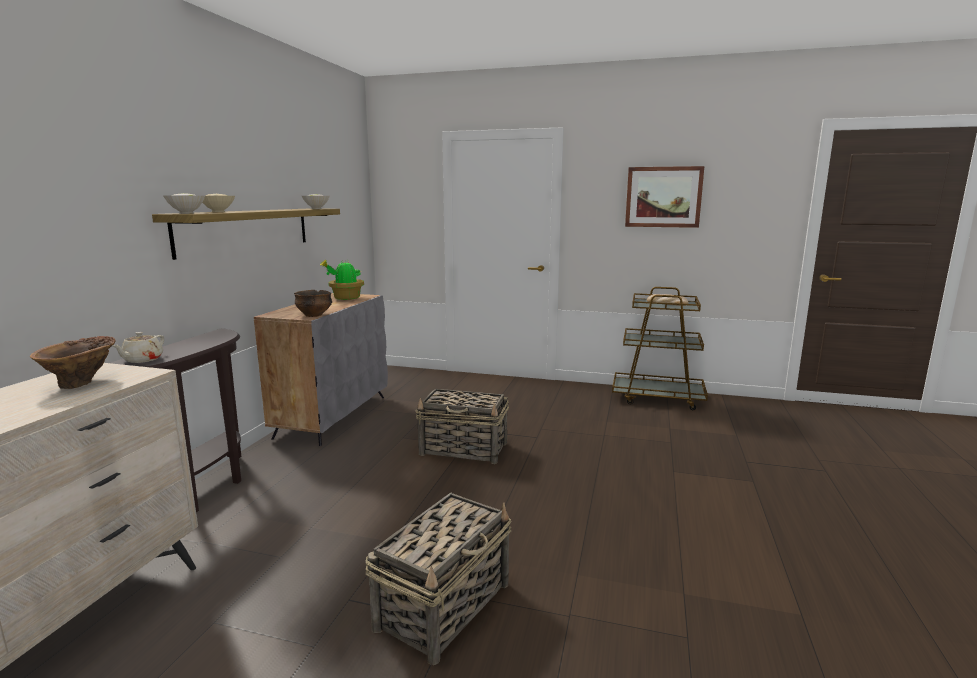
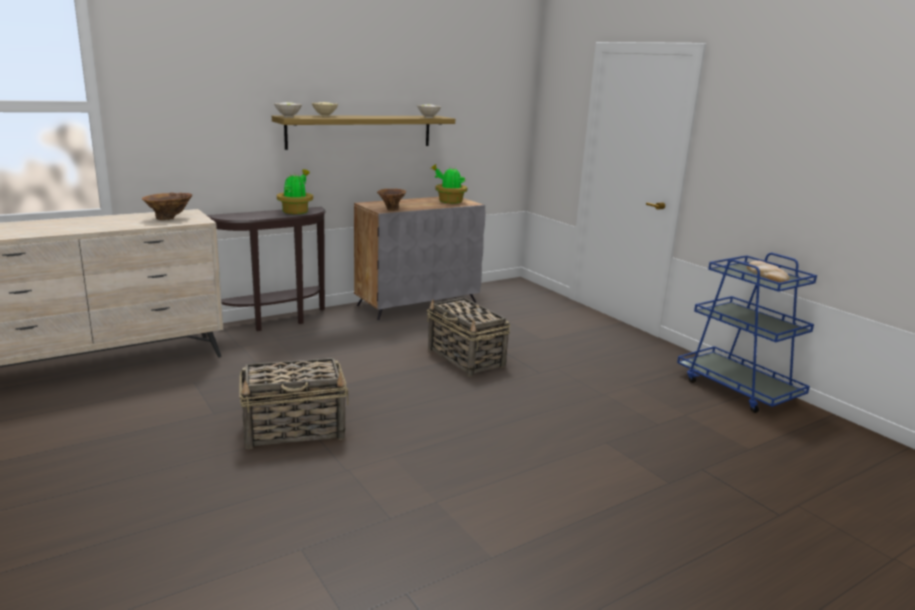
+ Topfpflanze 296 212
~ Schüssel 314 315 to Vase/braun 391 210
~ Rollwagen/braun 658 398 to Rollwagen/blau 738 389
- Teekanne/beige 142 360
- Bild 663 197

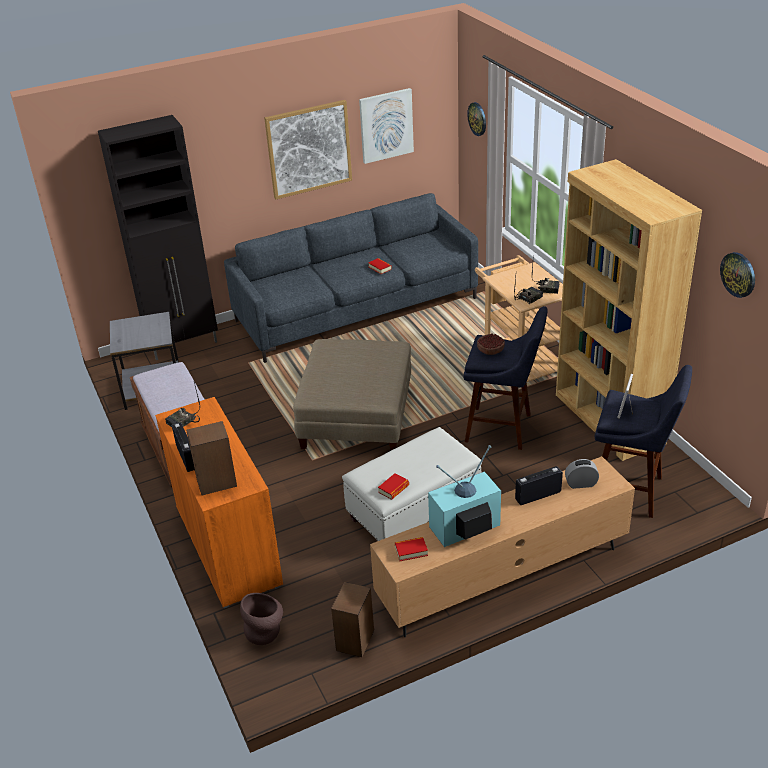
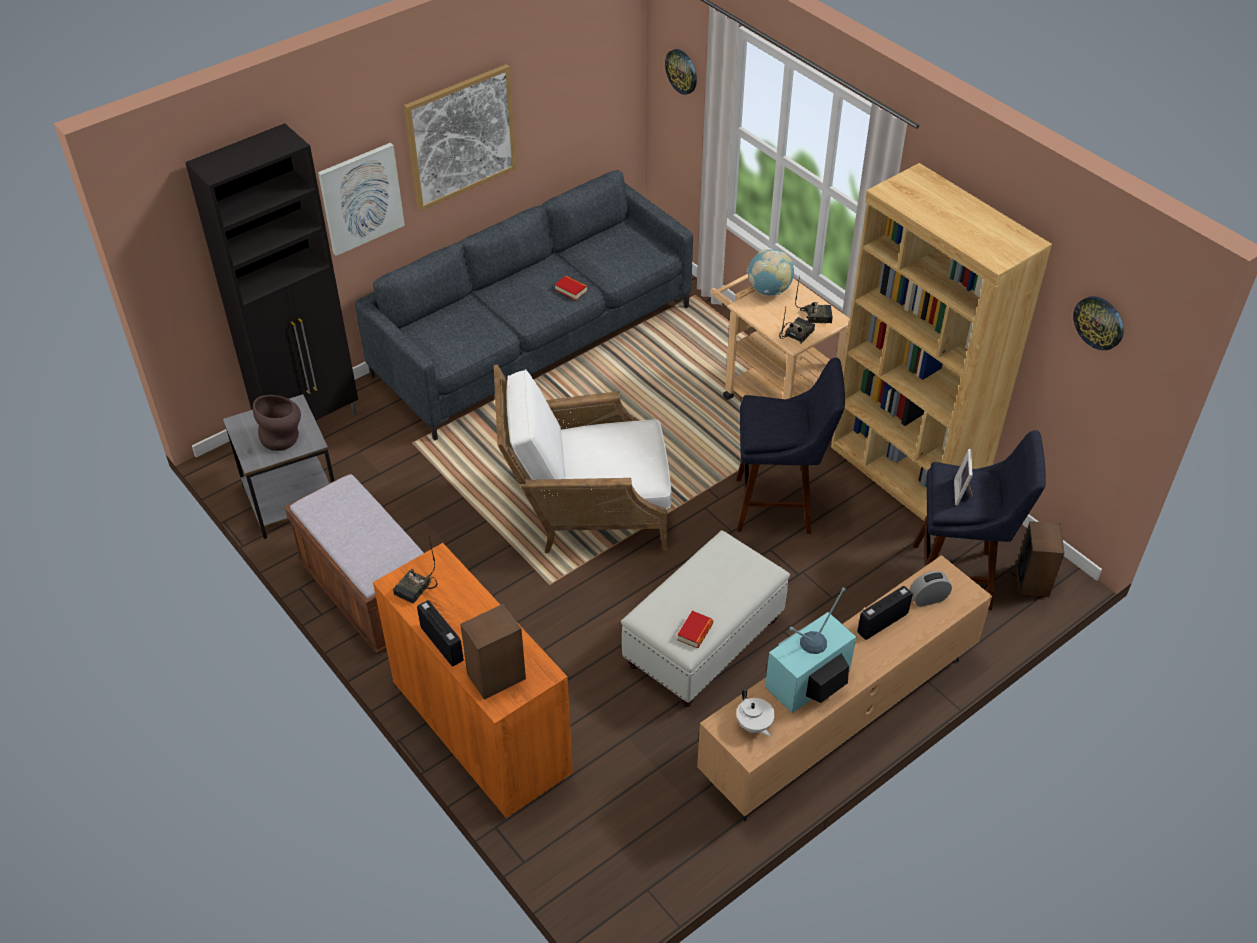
~ Vase/braun 265 632 to 283 438
~ Bild 386 125 to 361 198
~ Polsterhocker/beige 356 416 to Sessel/weiß 586 510
~ Buch 411 551 to Teekanne/weiß 754 725
+ Globus 769 290
~ Lautsprecher 355 640 to 1032 581
- Schüssel 491 350

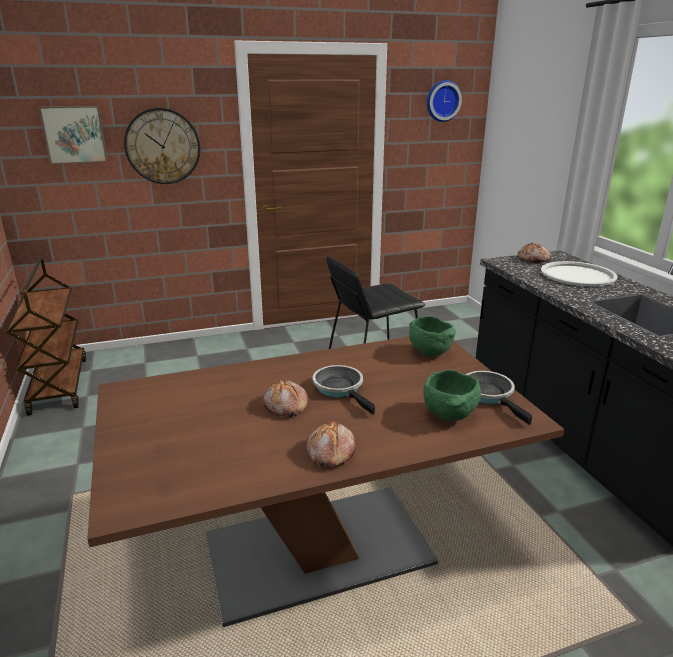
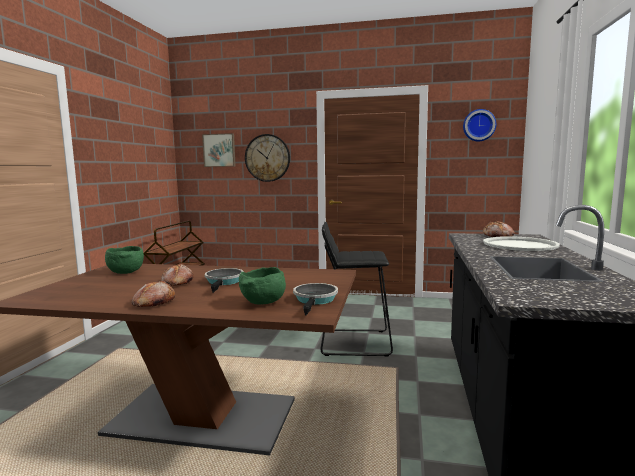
~ Schüssel/grün 428 352 to 125 272

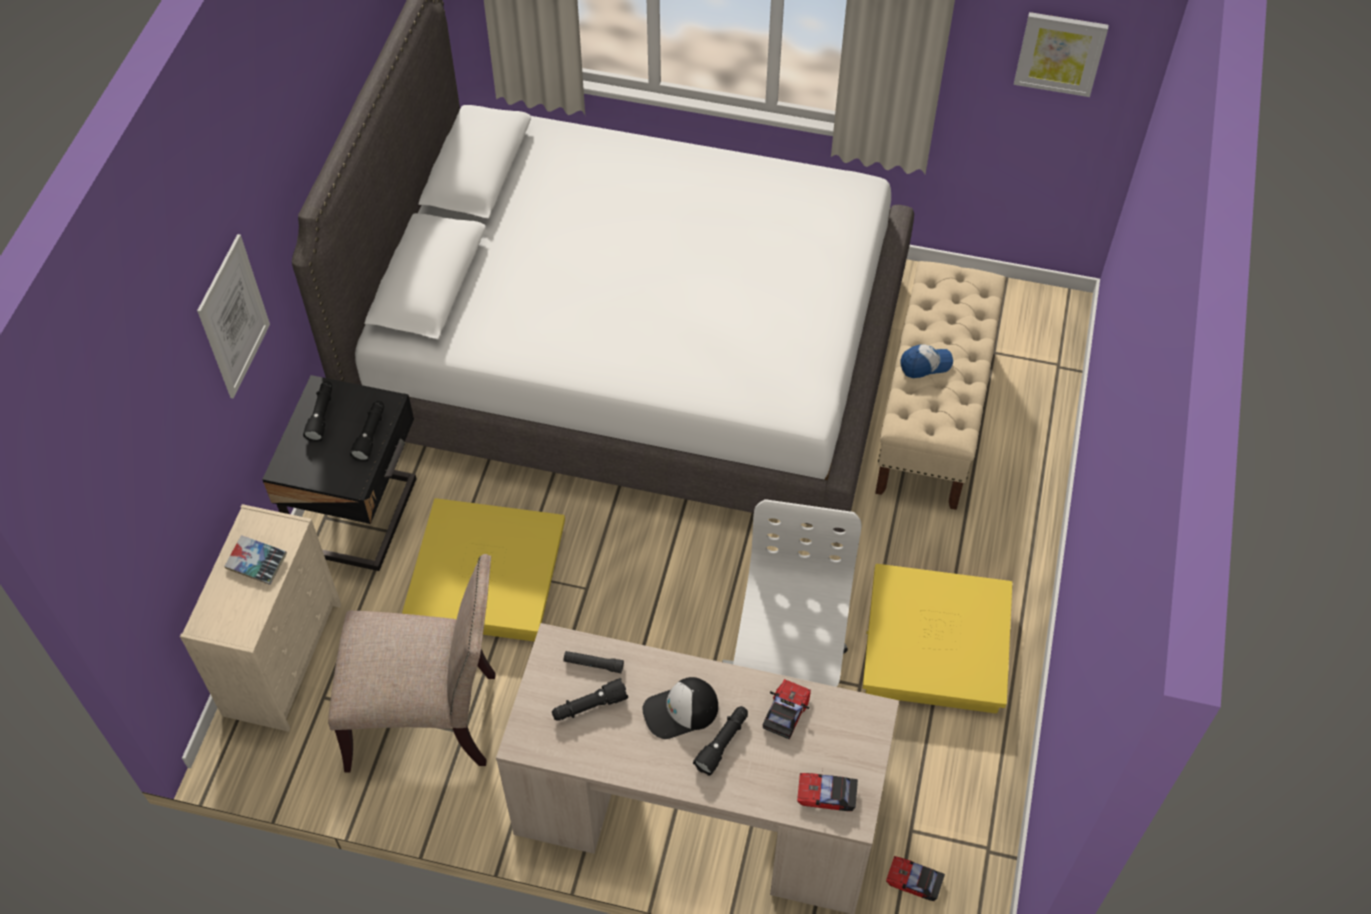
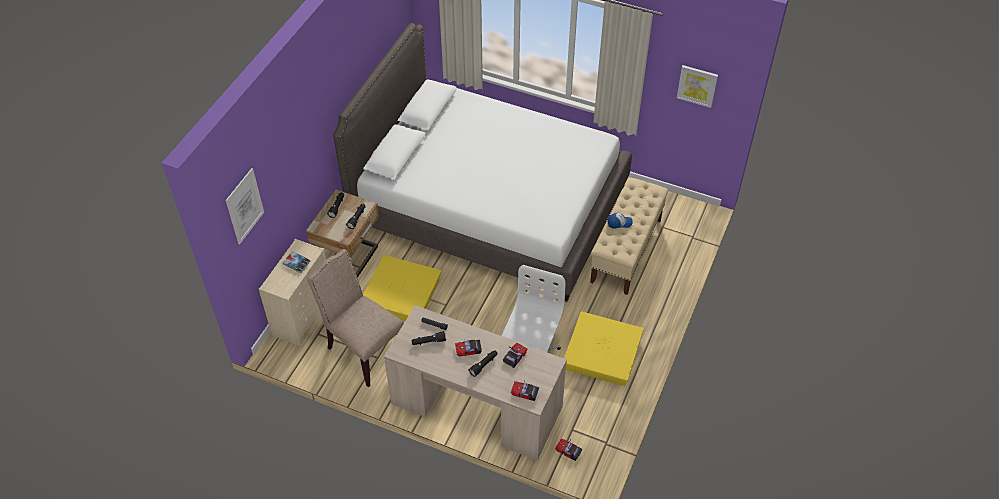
~ Bild 233 317 to 245 206
~ Nachttisch/schwarz 361 516 to Nachttisch/beige 350 259
~ Stuhl/beige 430 717 = 363 349 150 degrees counterclockwise
~ Kappe 680 711 to Spielzeugauto 468 349

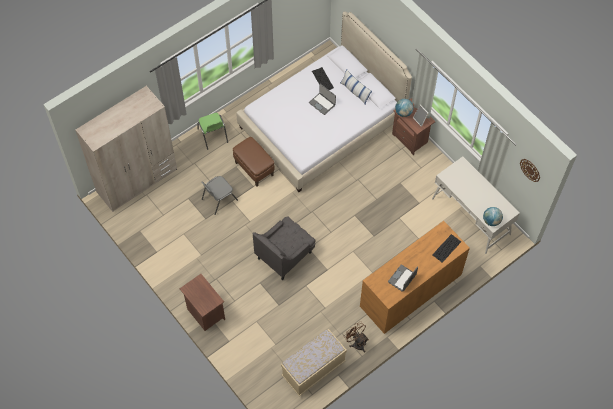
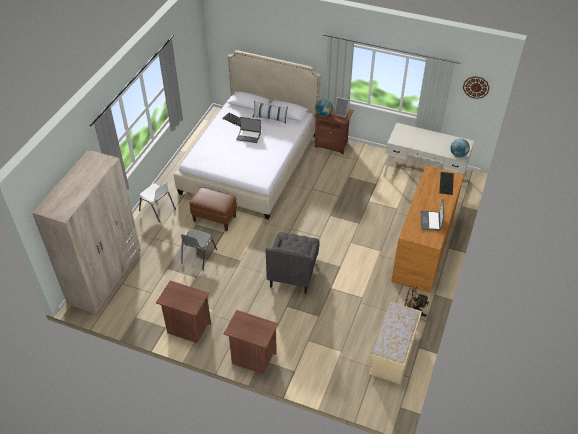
~ Stuhl/grün 213 136 to Stuhl/weiß 158 210
+ Nachttisch/braun 187 328

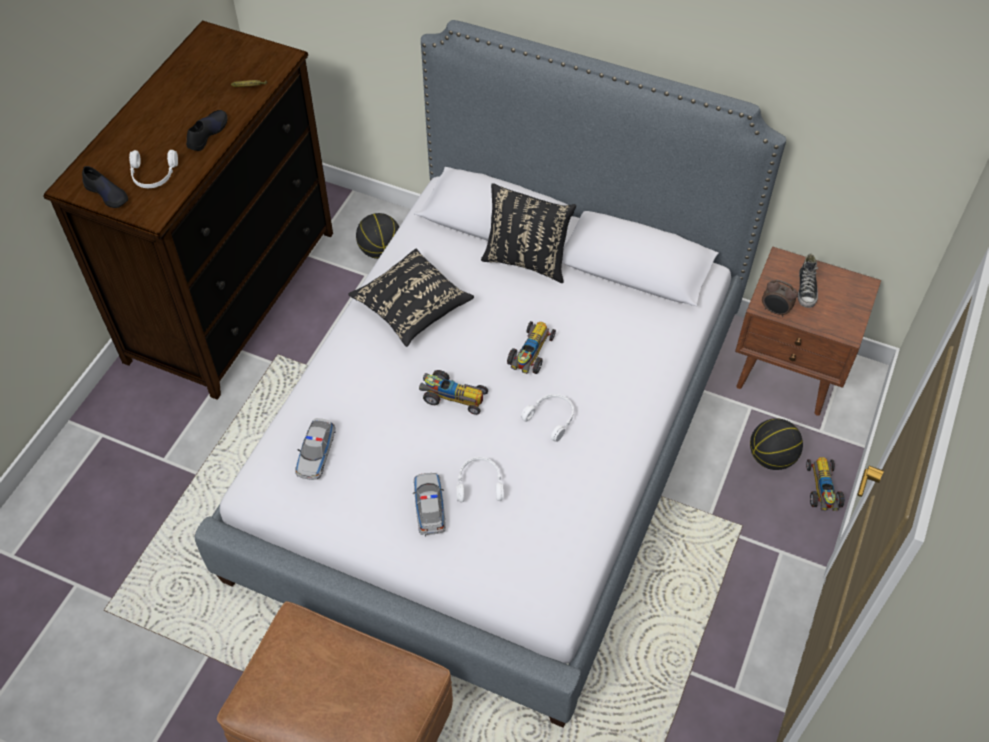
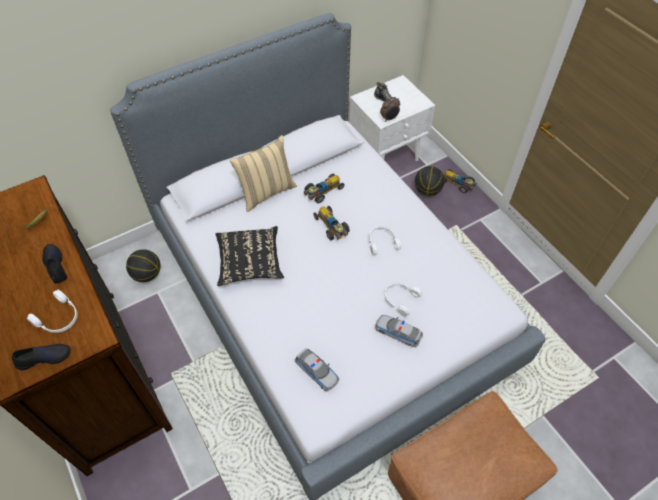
~ Kissen/schwarz 527 260 to Kissen/beige 266 192
~ Spielzeugauto 452 396 to 323 191
~ Nachttisch/braun 789 373 to Nachttisch/weiß 387 155

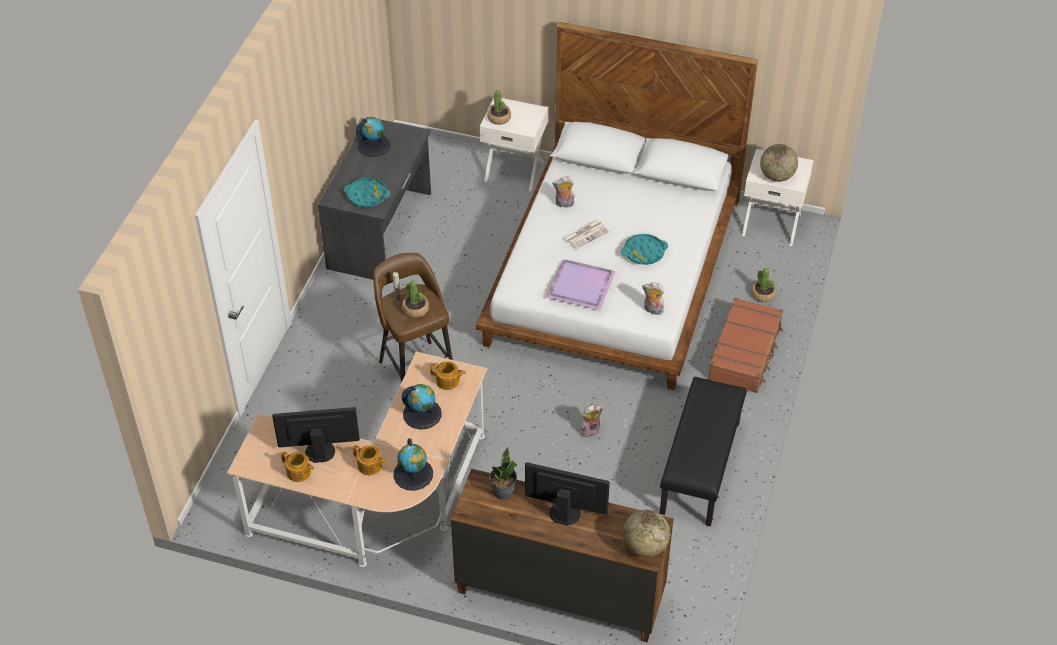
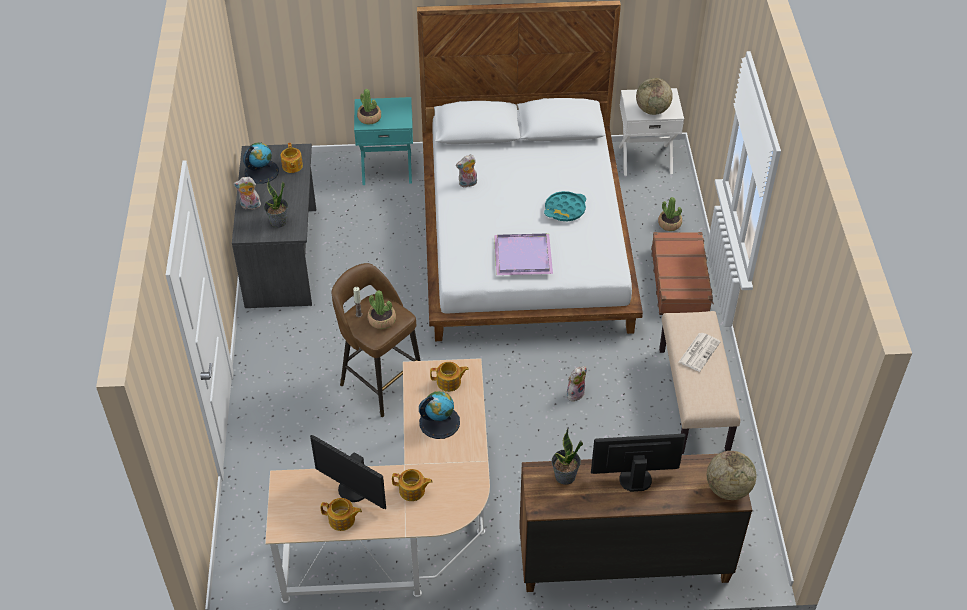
~ Plüschtier 652 310 to 250 206
~ Tablett/türkis 367 195 to Topfpflanze 278 222
+ Teekanne 292 166
~ Monitor 320 450 = 353 490 120 degrees counterclockwise
~ Nachttisch/weiß 514 170 to Nachttisch/türkis 387 168
~ Bank/schwarz 701 468 to Bank/beige 694 399
~ Zeitung 586 234 to 699 351
- Globus 413 474

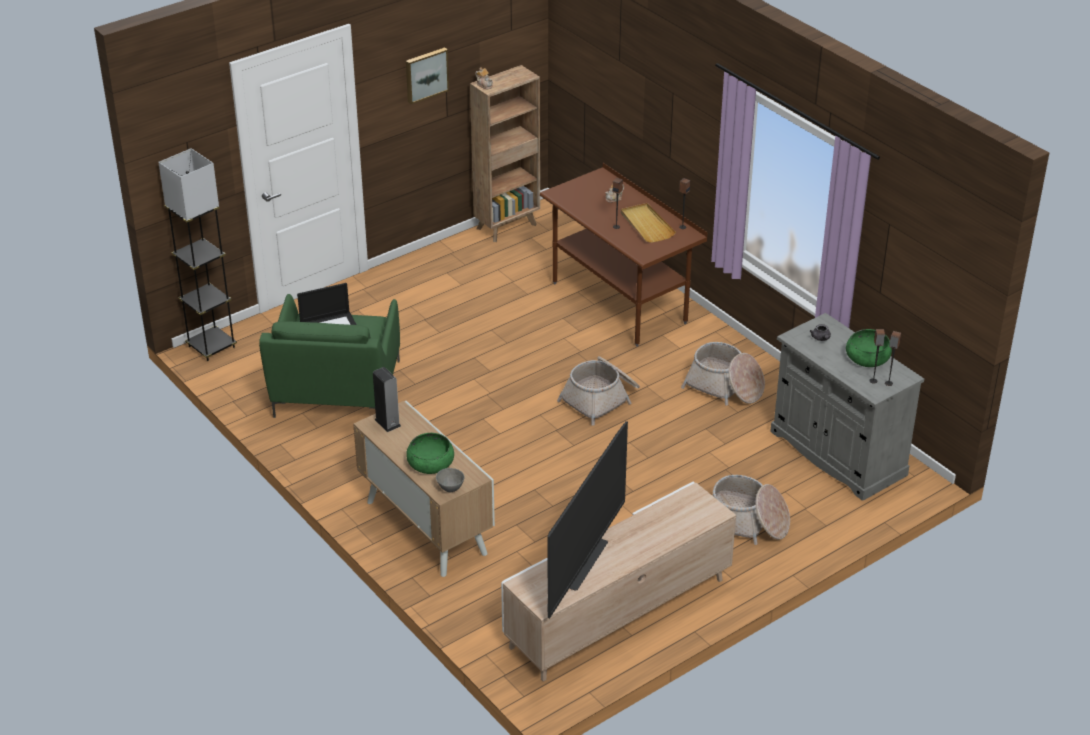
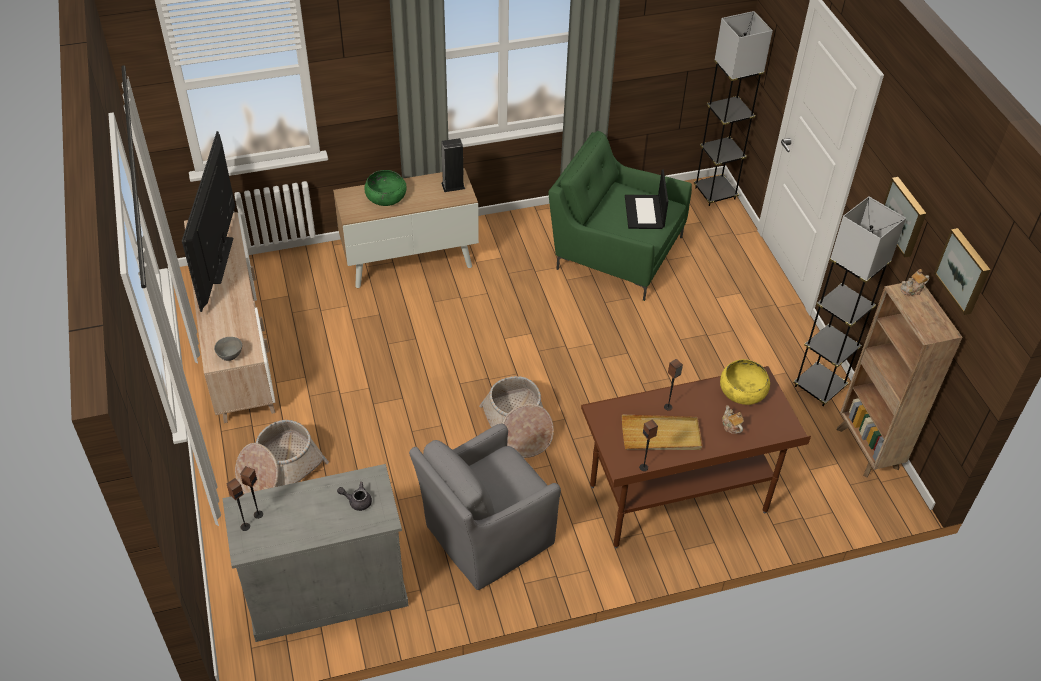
~ Fernseher 585 564 = 220 260 45 degrees clockwise
~ Schüssel/grau 450 489 to 230 356
~ Korb 724 387 to Sessel/grau 485 537
+ Schüssel/gelb 742 391
+ Stehlampe/grau 819 387
+ Bild 964 271
- Schüssel/grün 867 358

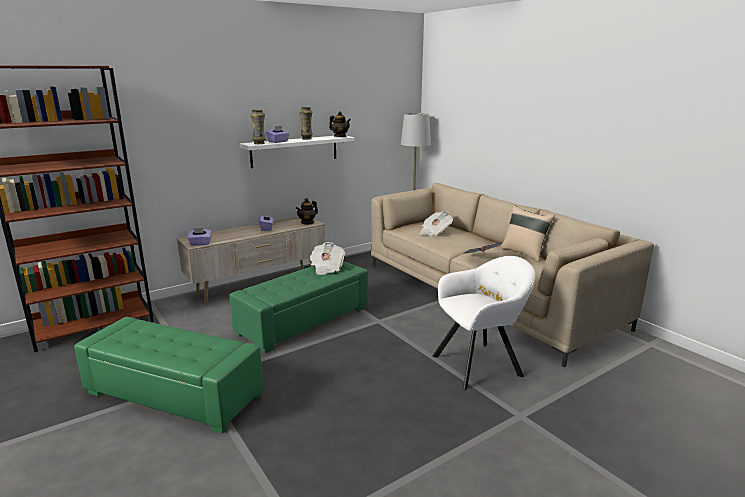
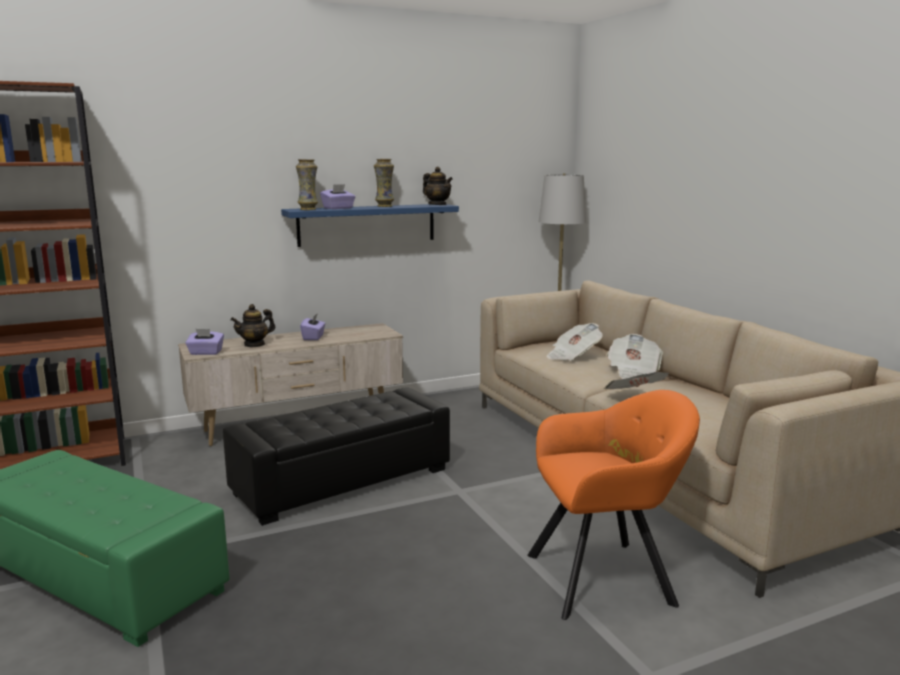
~ Polsterhocker/grün 304 320 to Polsterhocker/schwarz 342 481
~ Teekanne 307 222 to 254 344
~ Wandregal/weiß 294 151 to Wandregal/blau 367 224
~ Sessel/weiß 480 364 to Sessel/orange 607 578
~ Zeitung 327 268 to 633 372
- Kissen/beige 524 253

